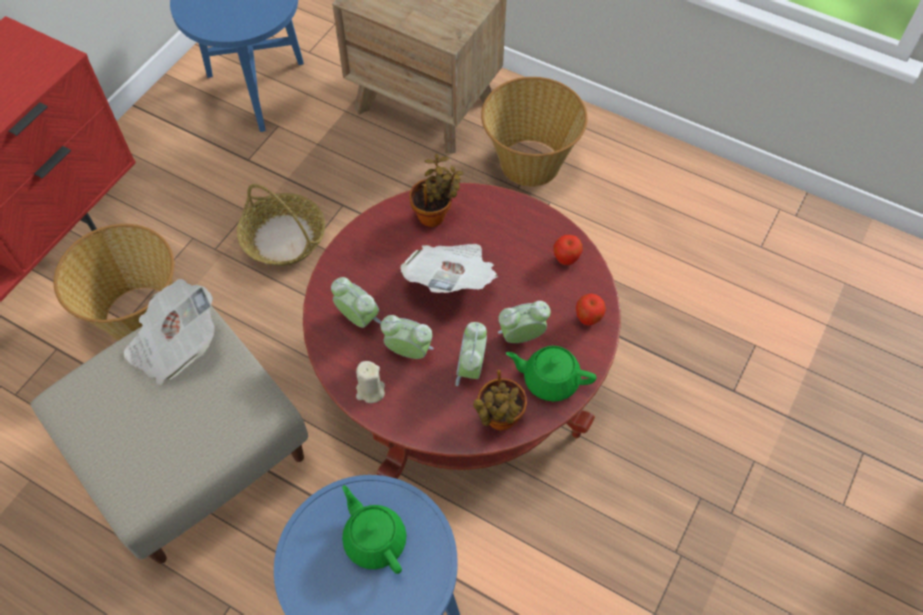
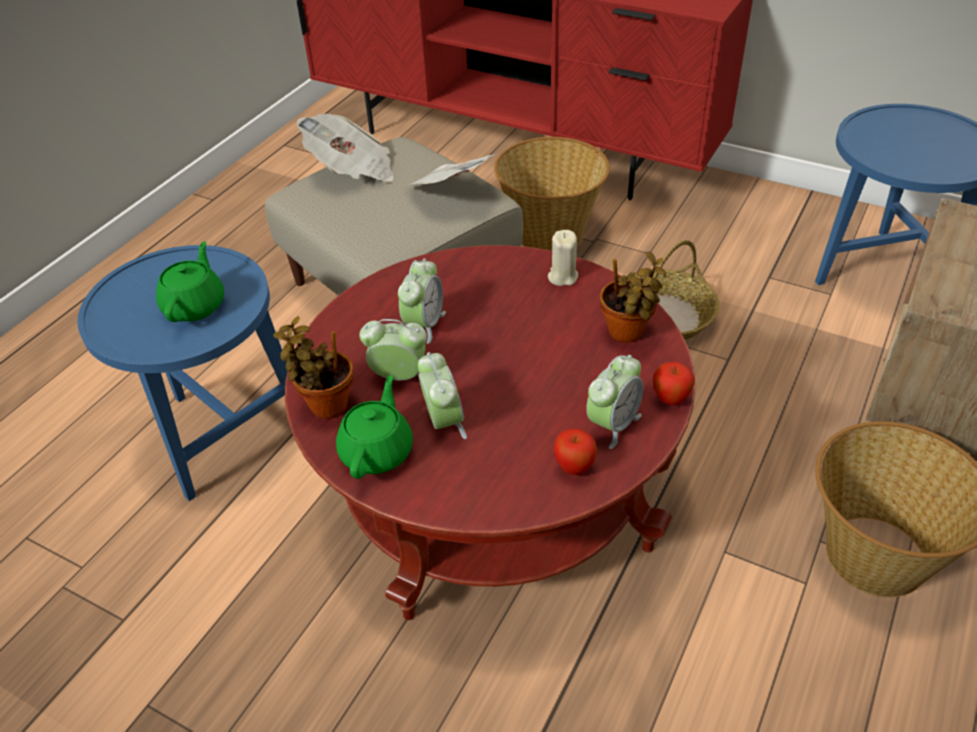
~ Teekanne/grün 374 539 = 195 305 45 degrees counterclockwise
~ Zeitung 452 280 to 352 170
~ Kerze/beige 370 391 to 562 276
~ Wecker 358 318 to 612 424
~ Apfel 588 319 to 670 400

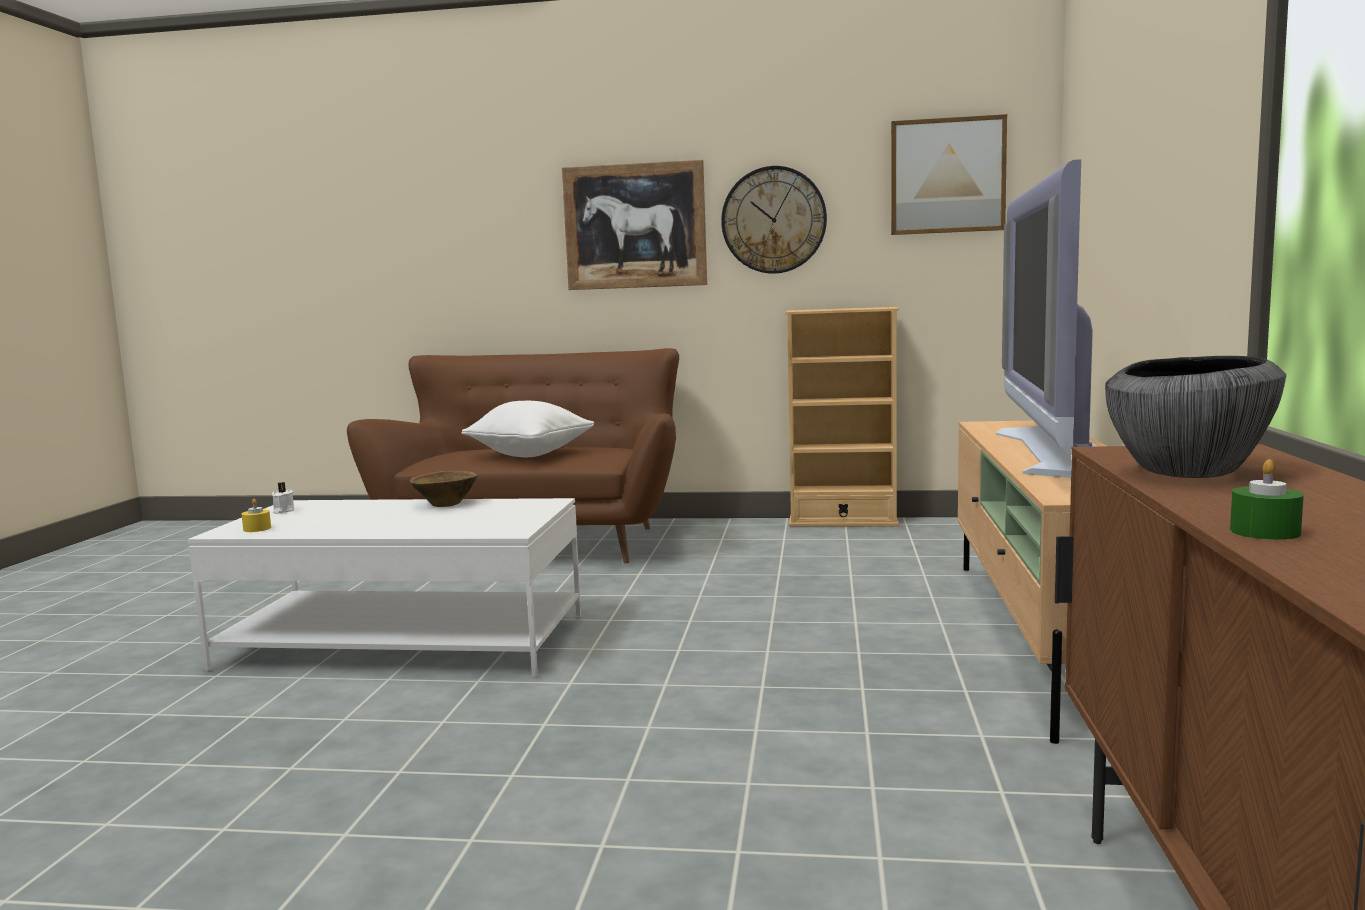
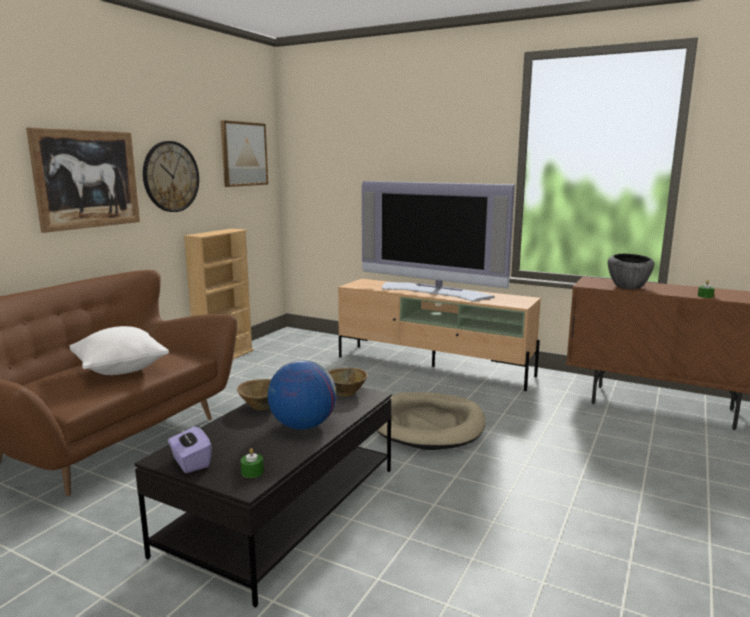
~ Couchtisch/weiß 405 642 to Couchtisch/schwarz 283 509
~ Kerze/weiß 283 511 to Taschentuchbox/lila 190 462
~ Kerze/gelb 257 529 to Kerze/grün 252 472
+ Globus 303 426
+ Schüssel/braun 346 393
+ Hundebett/beige 429 425

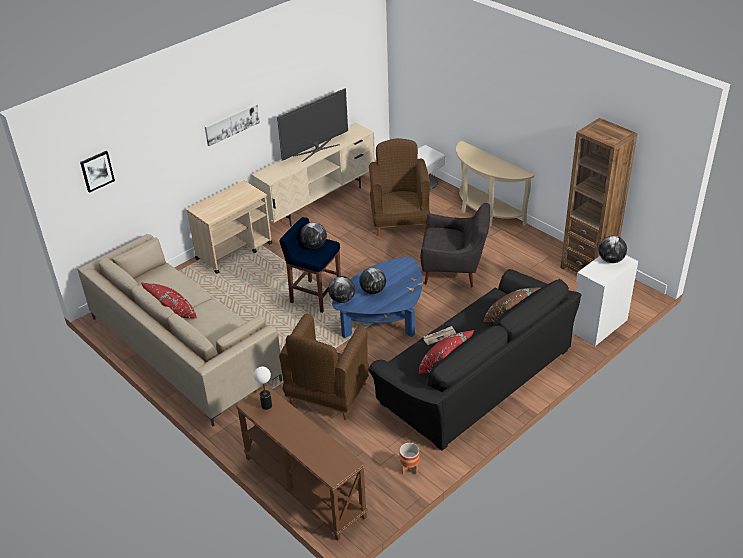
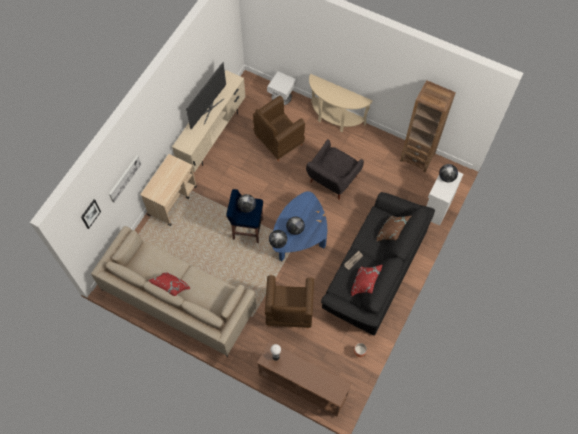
~ Bild 231 124 to 124 178
~ Sessel/braun 400 221 = 278 142 105 degrees counterclockwise
~ Sessel/grau 454 270 = 332 181 135 degrees clockwise

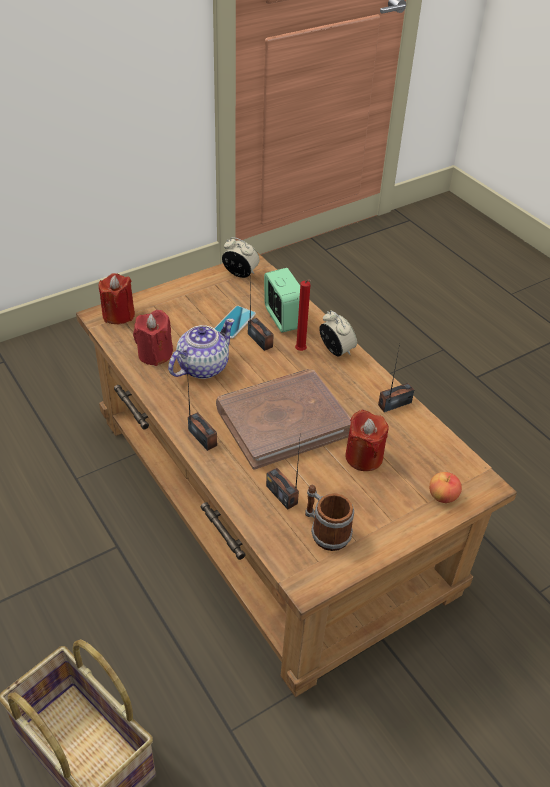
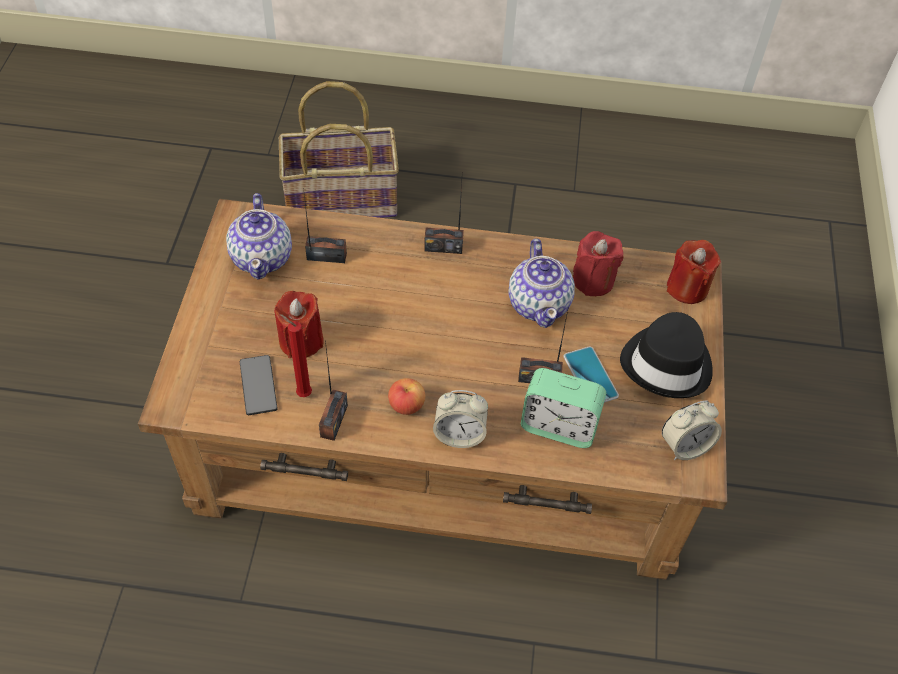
~ Henkelbecher 325 531 to Teekanne 262 257
+ Handy 258 386
~ Kerze/rot 301 352 to 302 393
~ Apfel 442 496 to 406 405
+ Hut/schwarz 668 364
- Buch/braun 283 421

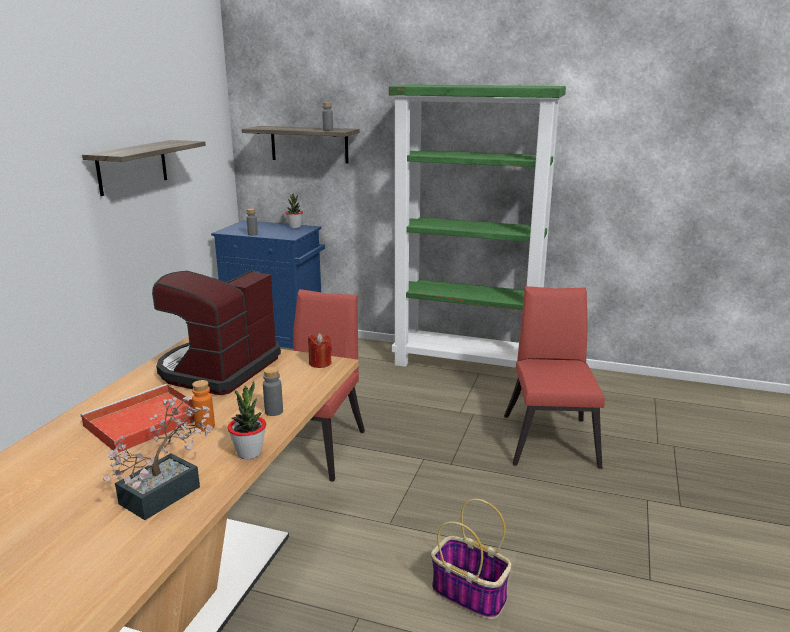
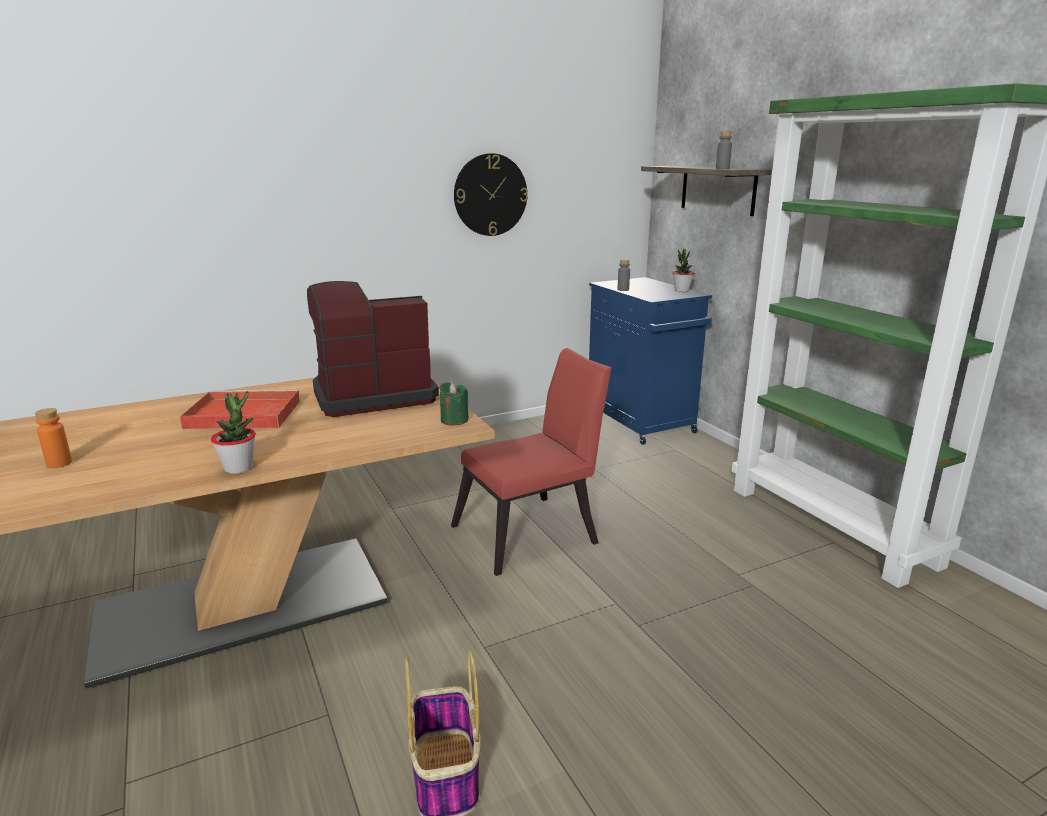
~ Flasche/orange 205 427 to 59 463
~ Kerze/rot 320 363 to Kerze/grün 454 420
~ Wandregal 132 167 to Wanduhr 490 195
- Topfpflanze 168 491
- Flasche/grau 274 411
- Stuhl/rot 550 437

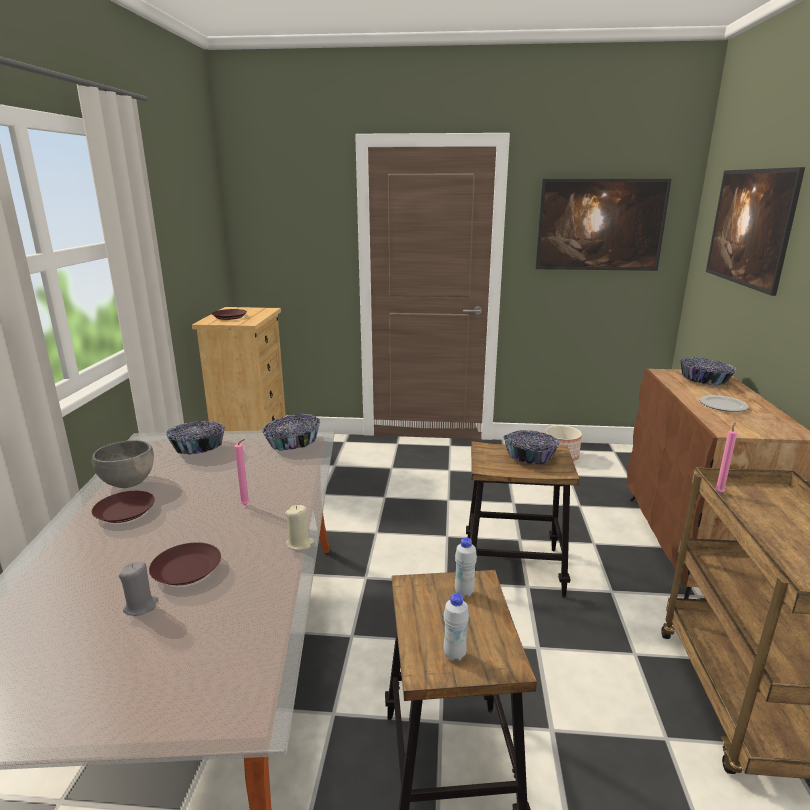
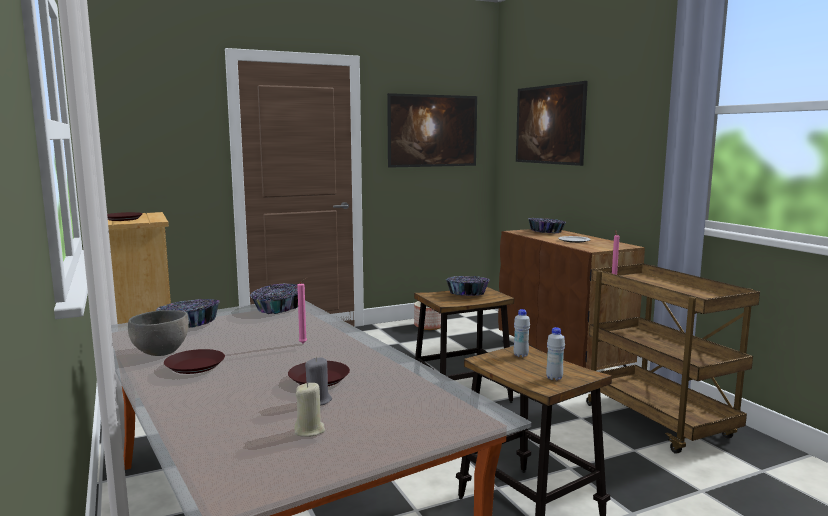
~ Kerze/beige 299 543 to 309 430

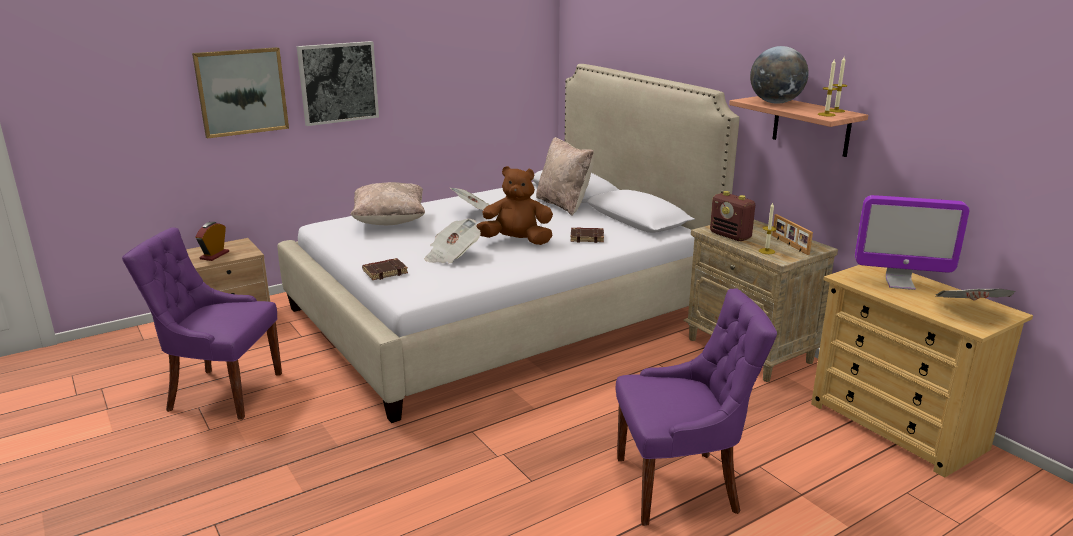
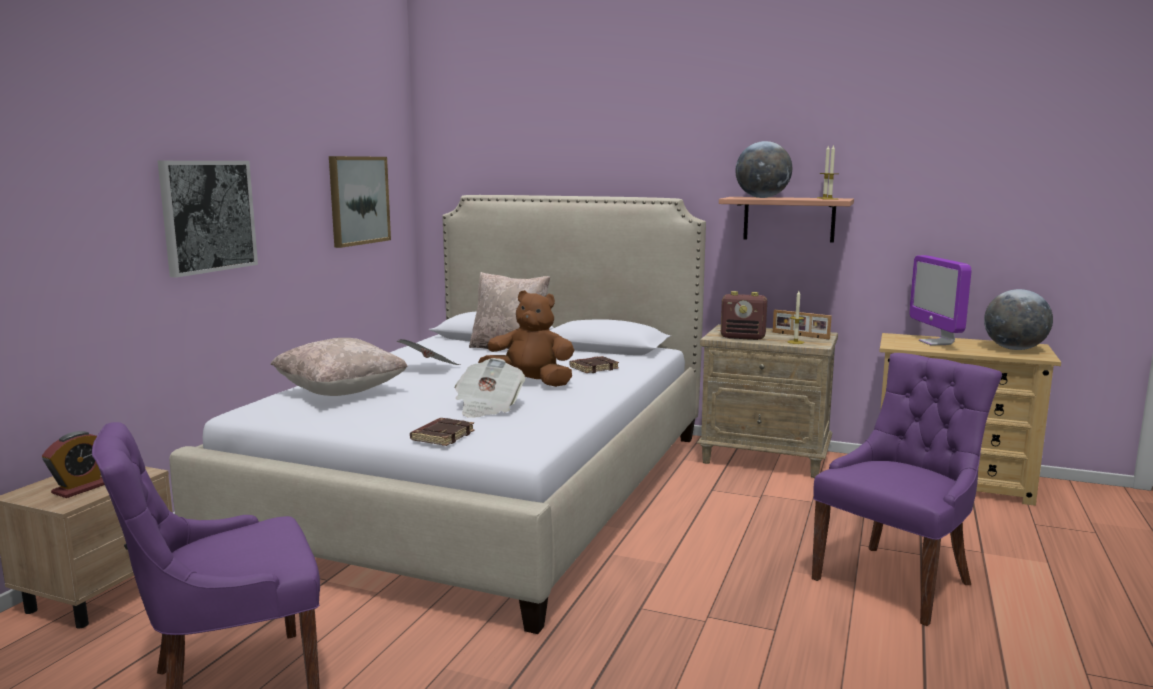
~ Wecker 214 255 = 81 488 135 degrees counterclockwise
~ Bild 241 91 to 358 200
~ Plüschtier/braun 516 241 = 530 383 45 degrees clockwise
~ Monitor 899 283 = 936 342 105 degrees clockwise
~ Zeitung 969 311 to Globus 1014 349

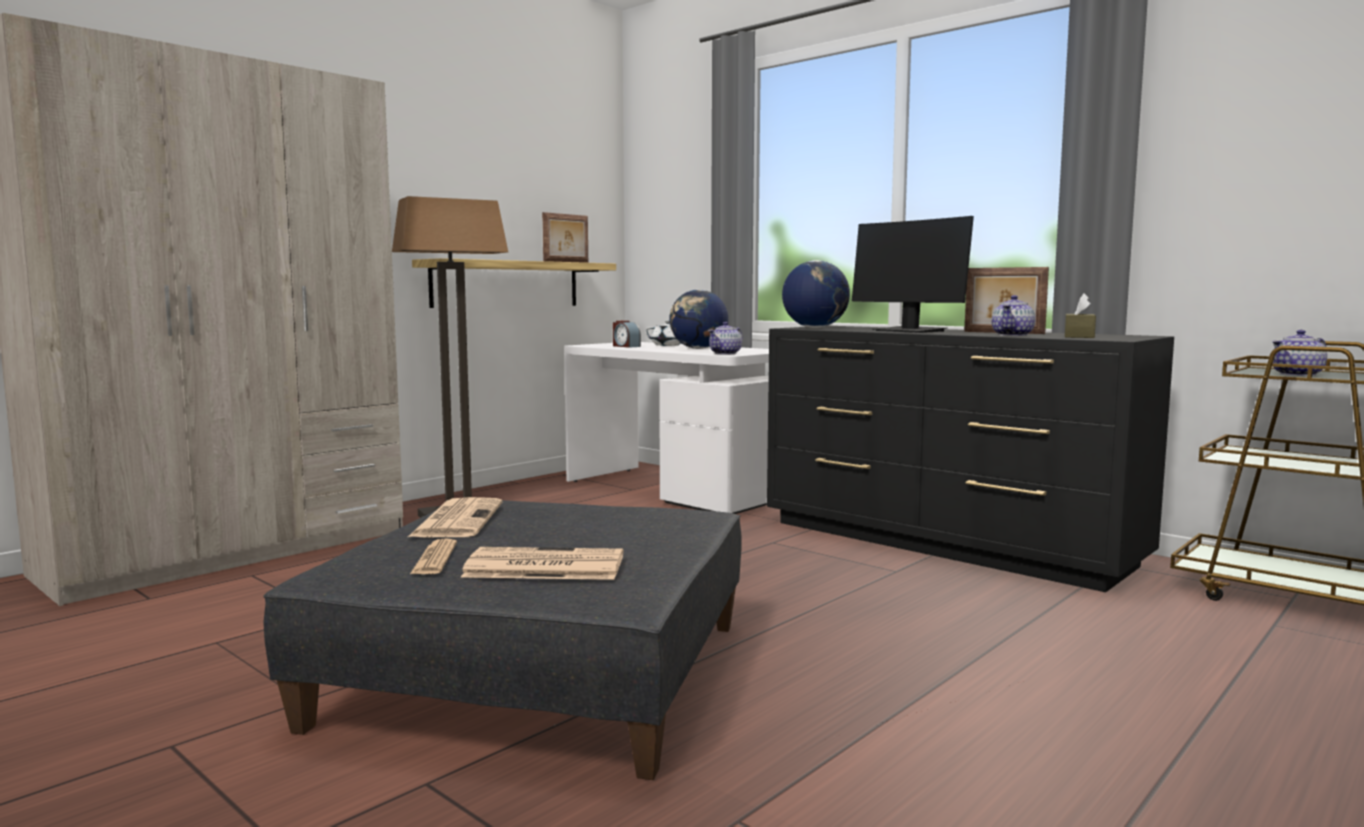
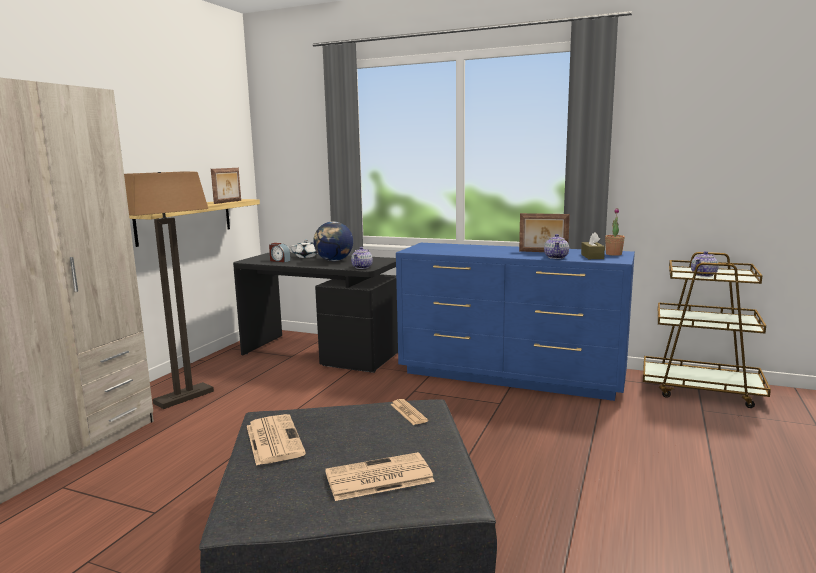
~ Schreibtisch/weiß 677 491 to Schreibtisch/schwarz 322 353
~ Zeitung 434 559 to 408 412
~ Kommode/schwarz 945 543 to Kommode/blau 511 376
+ Topfpflanze 613 254
- Globus 815 327
- Monitor 909 331

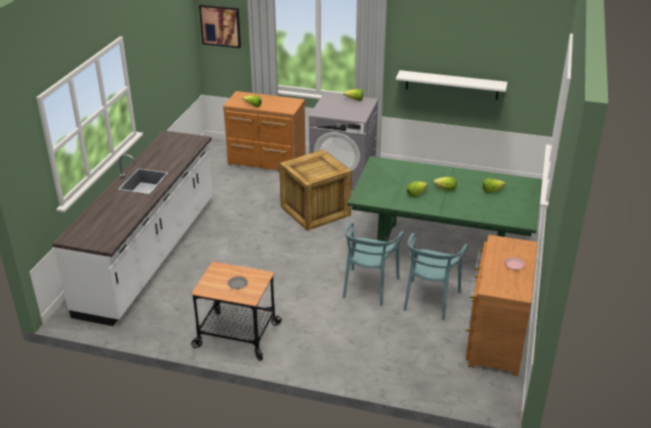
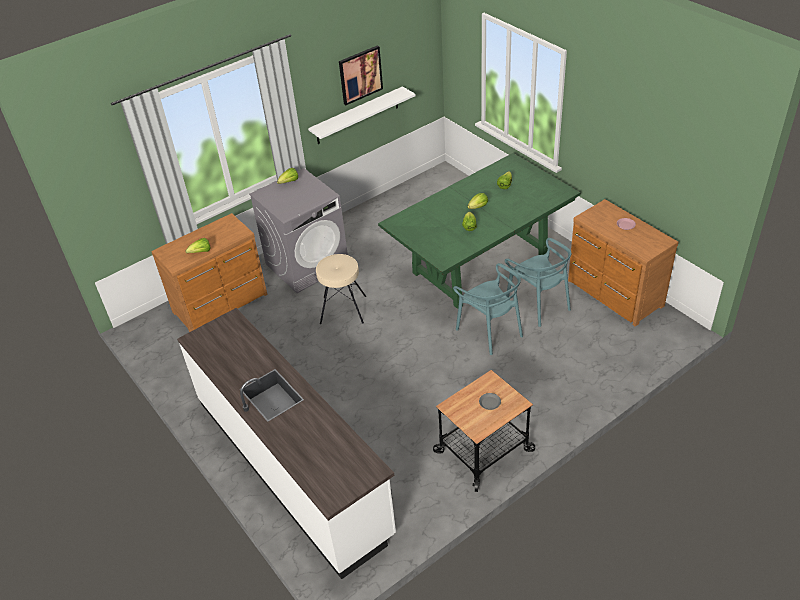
~ Kiste 315 210 to Hocker/beige 343 309
~ Bild 220 25 to 360 74

